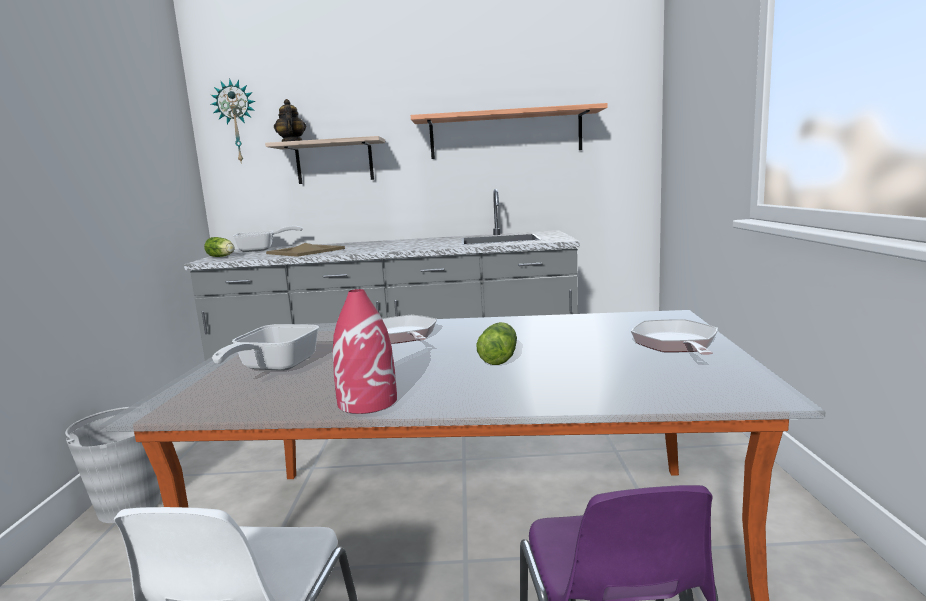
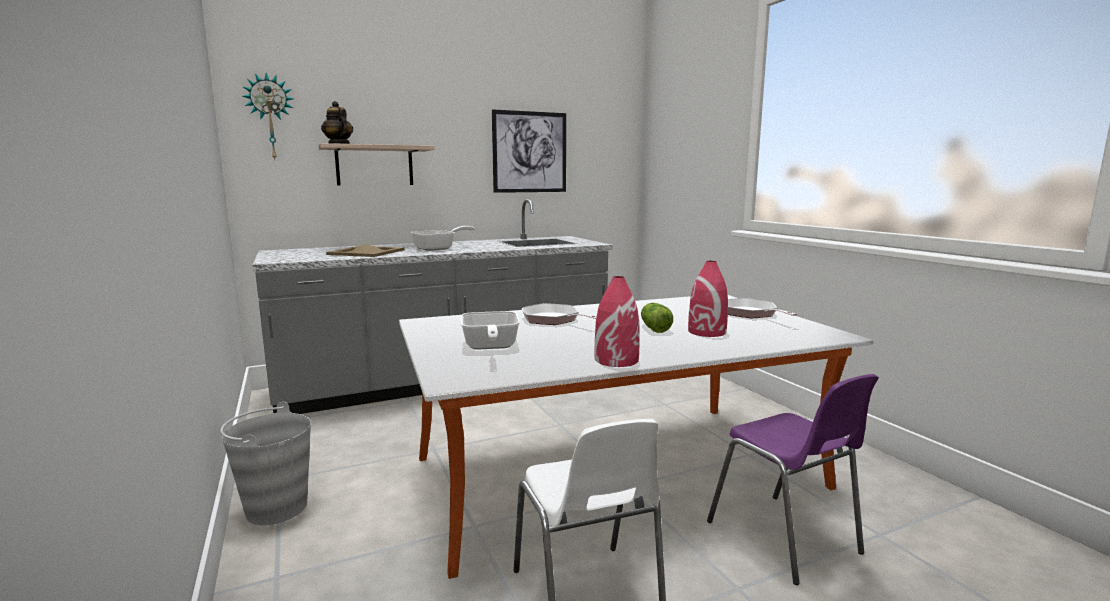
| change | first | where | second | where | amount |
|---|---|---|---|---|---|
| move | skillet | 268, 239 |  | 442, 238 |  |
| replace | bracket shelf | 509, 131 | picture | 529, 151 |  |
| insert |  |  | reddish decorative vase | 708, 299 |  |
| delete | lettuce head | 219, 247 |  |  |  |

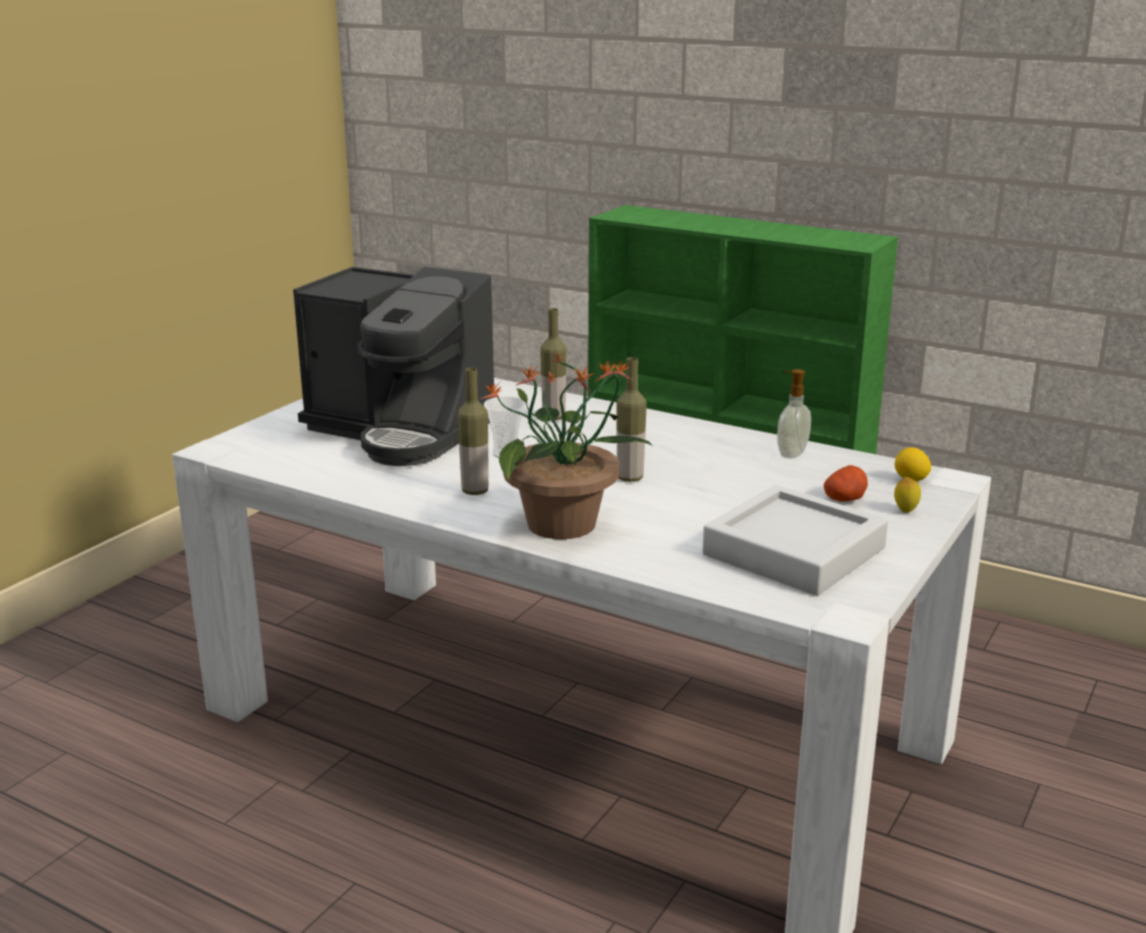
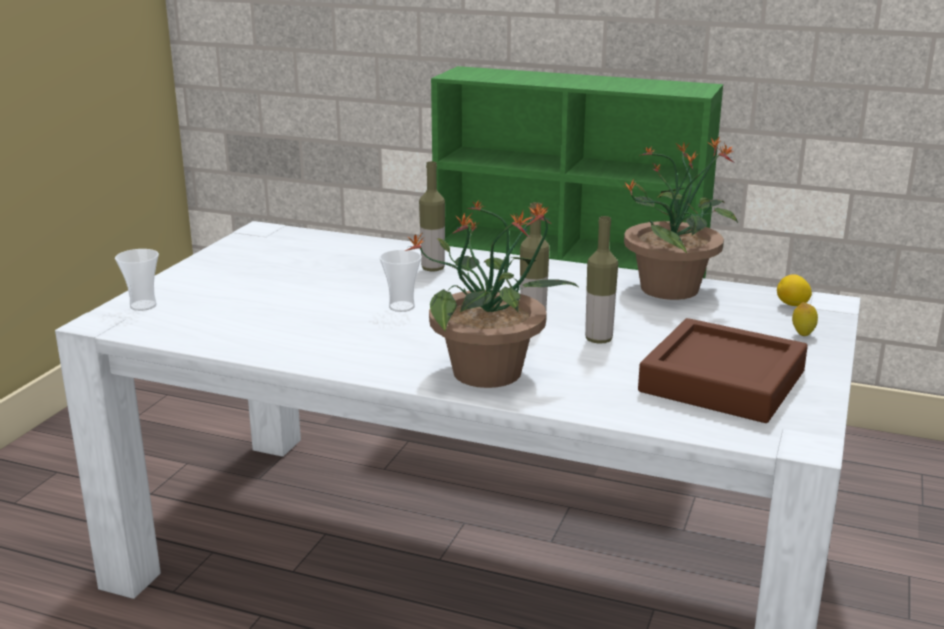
| change | first | where | second | where | amount |
|---|---|---|---|---|---|
| insert |  |  | cup | 137, 280 |  |
| move | drink bottle | 473, 431 |  | 601, 280 |  |
| replace | soap dispenser | 794, 414 | potted plant | 680, 218 |  |
| recolor | greyish carrying tray | 795, 540 | brown-coloured carrying tray | 723, 370 |  |
| delete | coffee brewer | 393, 366 |  |  |  |
| delete | spud | 846, 483 |  |  |  |

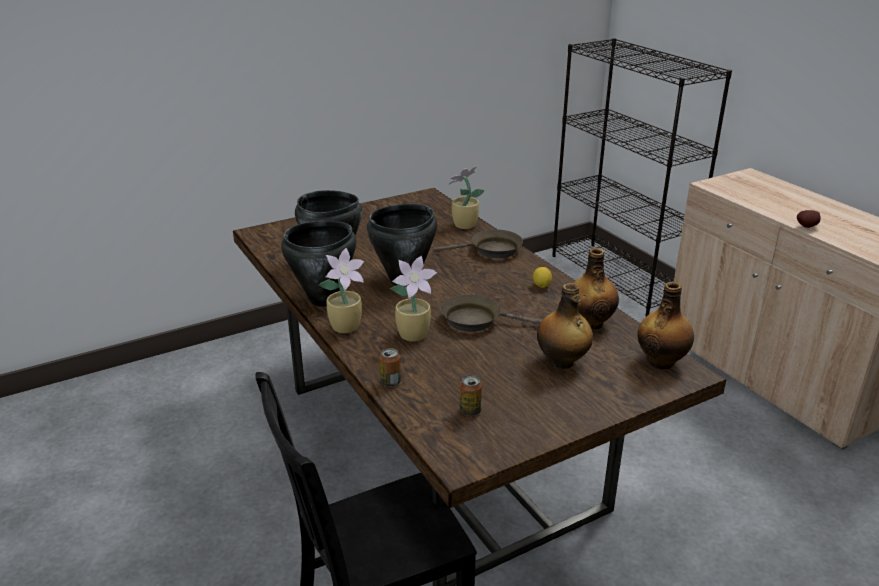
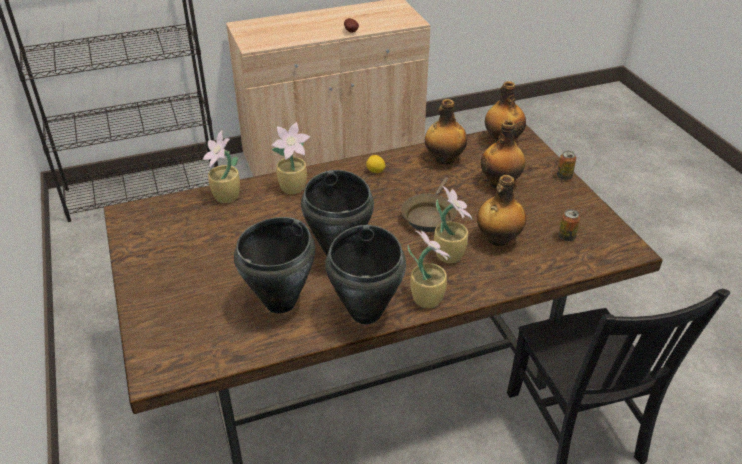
| change | first | where | second | where | amount |
|---|---|---|---|---|---|
| replace | brown-coloured skillet | 478, 243 | potted plant | 290, 158 |  |
| insert |  |  | drink bottle | 501, 210 |  |
| move | sealed can | 390, 367 |  | 566, 165 |  |

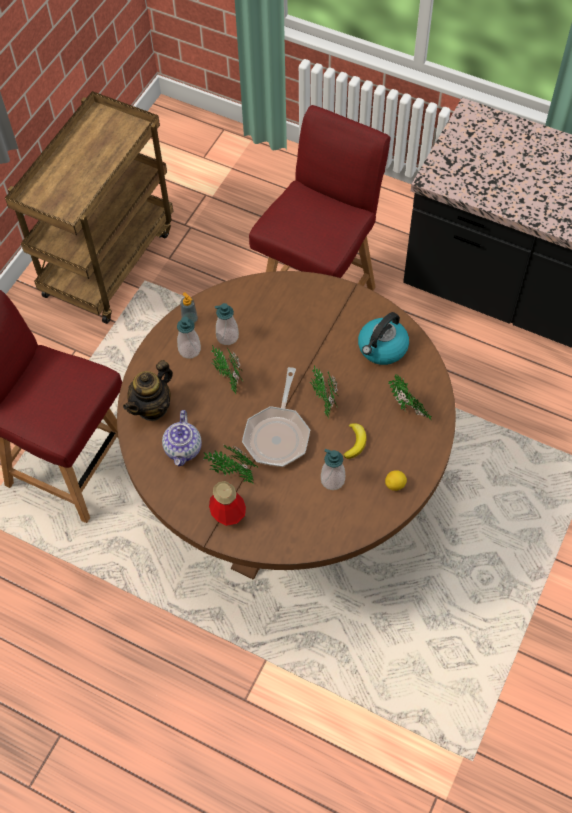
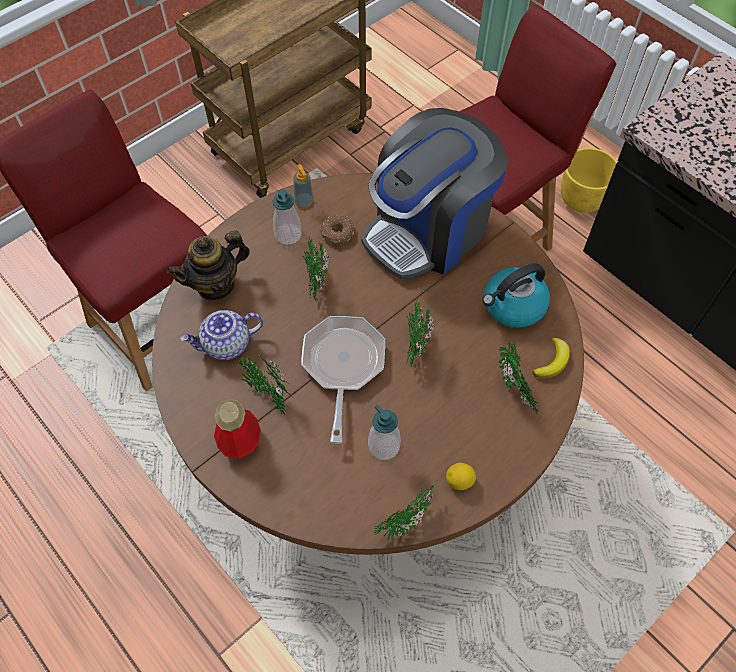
| change | first | where | second | where | amount |
|---|---|---|---|---|---|
| rotate | teapot | 182, 438 |  | 221, 335 | 45 degrees clockwise |
| rotate | skillet | 276, 417 |  | 343, 379 | 150 degrees clockwise |
| replace | soap dispenser | 227, 324 | ring doughnut | 337, 230 |  |
| insert |  |  | coffee brewer | 434, 193 |  |
| insert |  |  | potted plant | 405, 512 |  |
| move | whole banana | 355, 441 |  | 551, 358 |  |
| insert |  |  | yellow flower pot | 589, 180 |  |

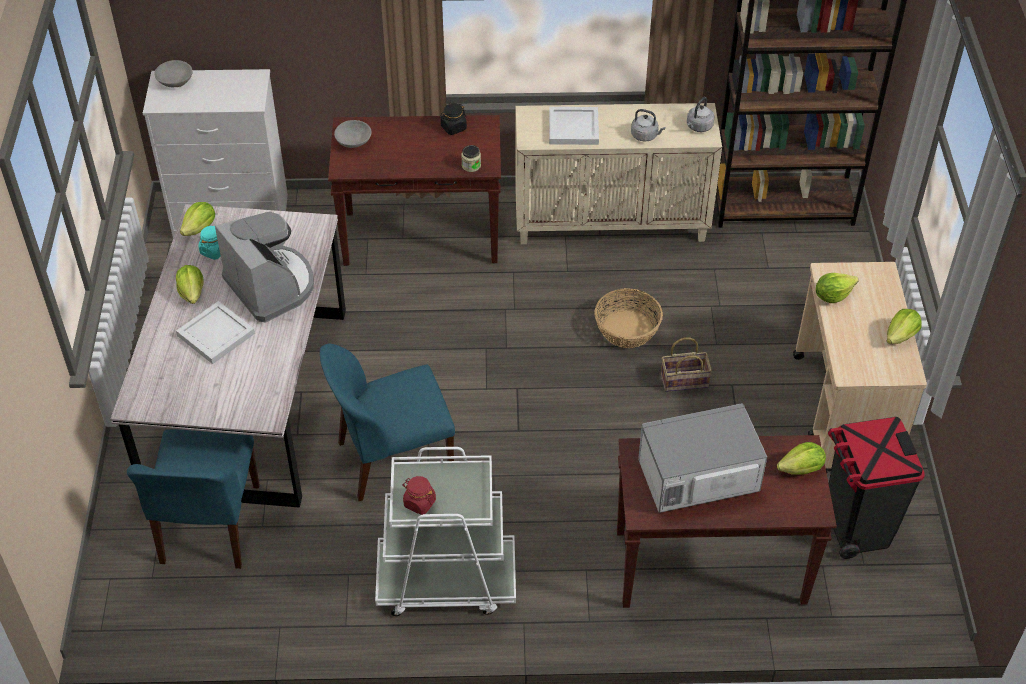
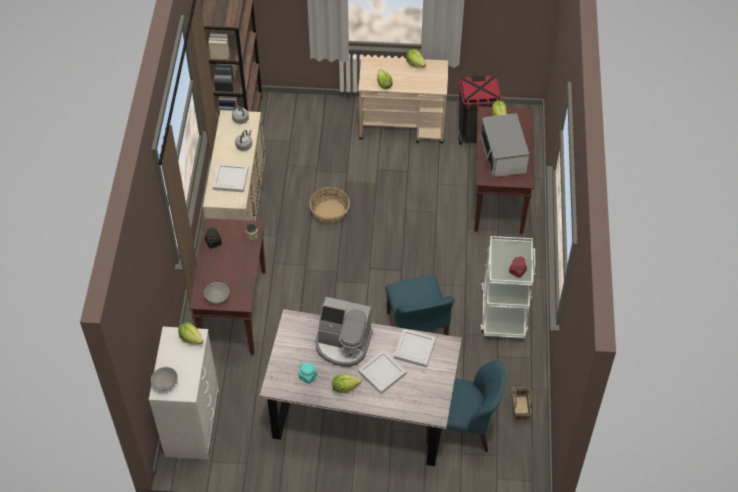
| change | first | where | second | where | amount |
|---|---|---|---|---|---|
| move | lettuce head | 197, 219 |  | 191, 333 |  |
| rotate | coffee brewer | 264, 267 |  | 344, 332 | 135 degrees counterclockwise |
| insert |  |  | whitish carrying tray | 415, 348 |  |
| move | storage basket | 686, 365 |  | 521, 404 |  |

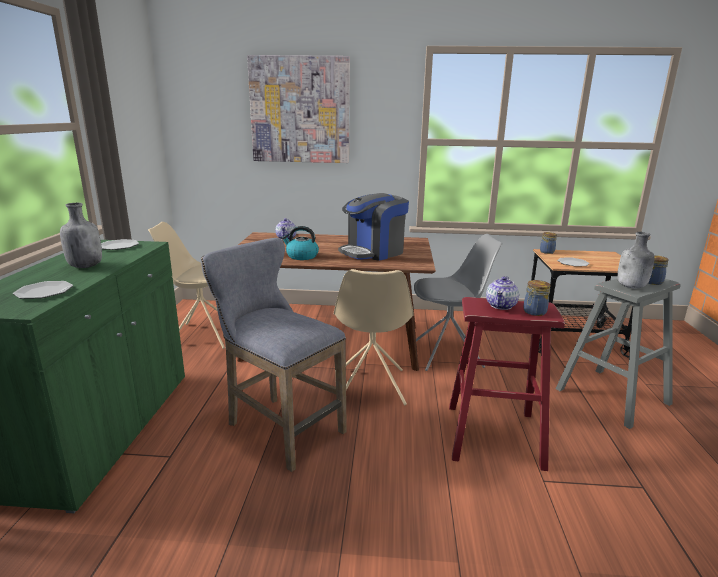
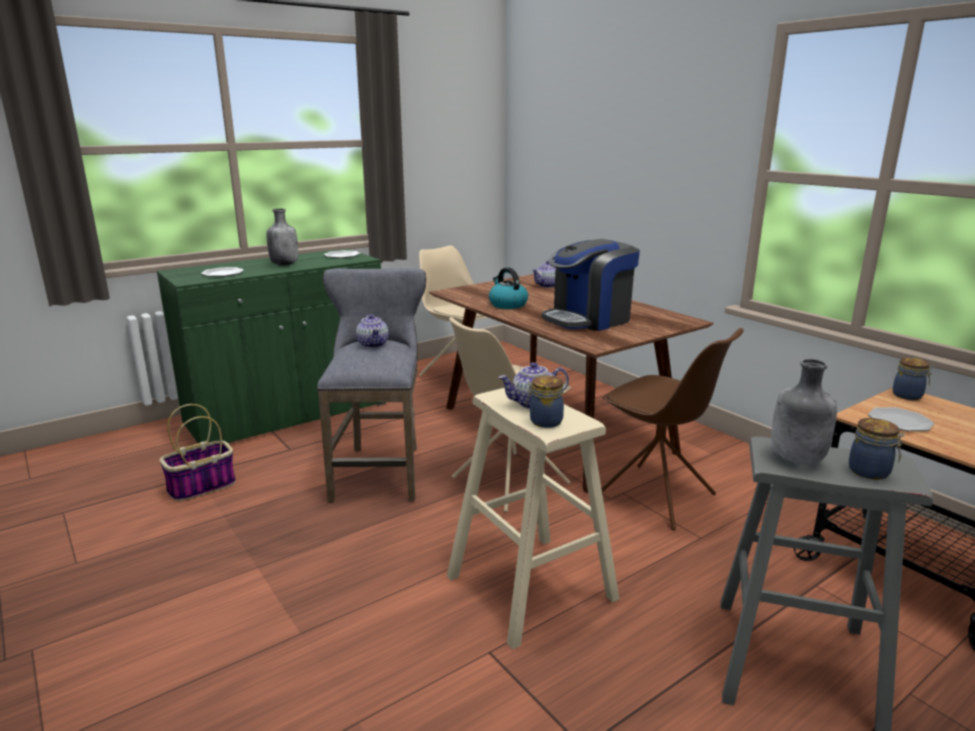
| change | first | where | second | where | amount |
|---|---|---|---|---|---|
| insert |  |  | storage basket | 197, 453 |  |
| insert |  |  | teapot | 372, 331 |  |
| recolor | reddish stool | 507, 384 | beige stool | 533, 519 |  |
| rotate | coffee brewer | 373, 227 |  | 591, 285 | 45 degrees counterclockwise |
| recolor | greyish upright chair | 458, 302 | brown-coloured upright chair | 672, 429 |  |
| delete | picture | 298, 109 |  |  |  |

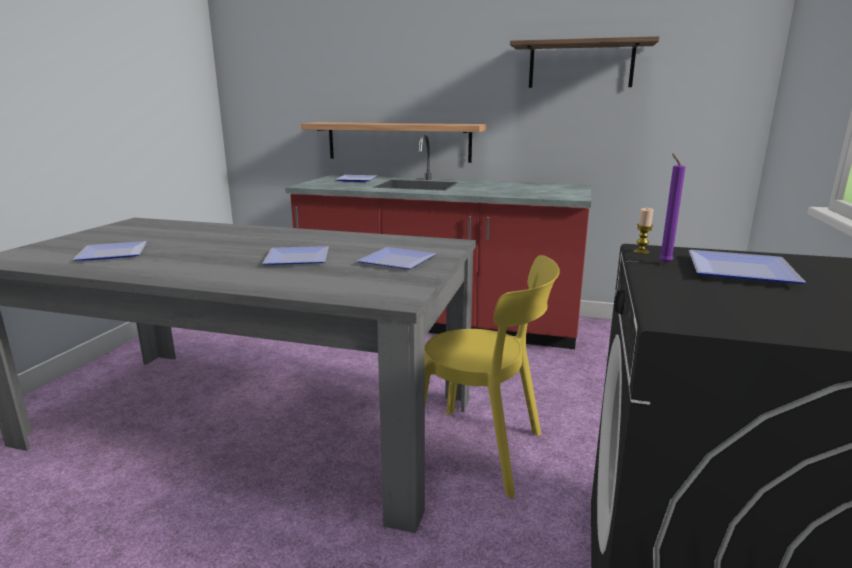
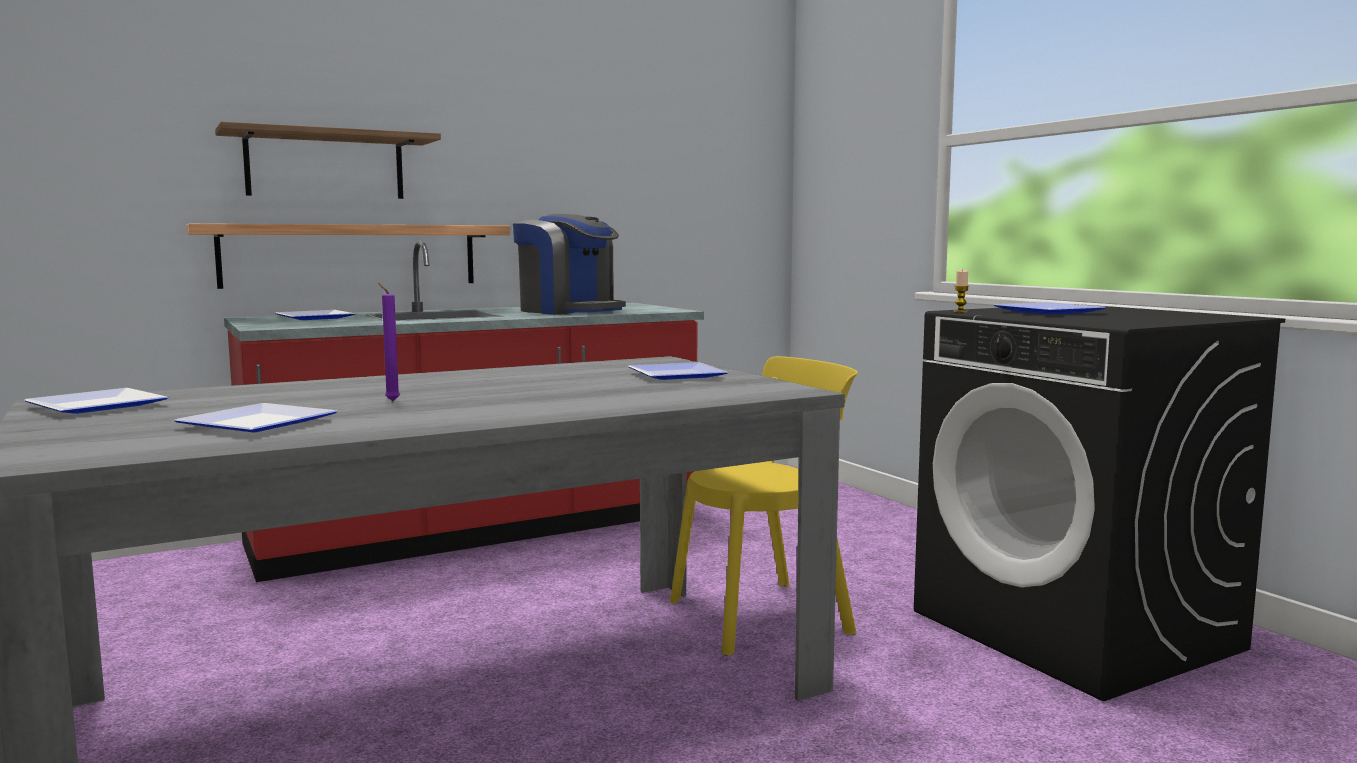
| change | first | where | second | where | amount |
|---|---|---|---|---|---|
| move | dinner plate | 295, 255 |  | 96, 401 |  |
| move | bracket shelf | 584, 62 |  | 328, 160 |  |
| move | purple wax candle | 672, 208 |  | 389, 342 |  |
| insert |  |  | coffee brewer | 569, 264 |  |

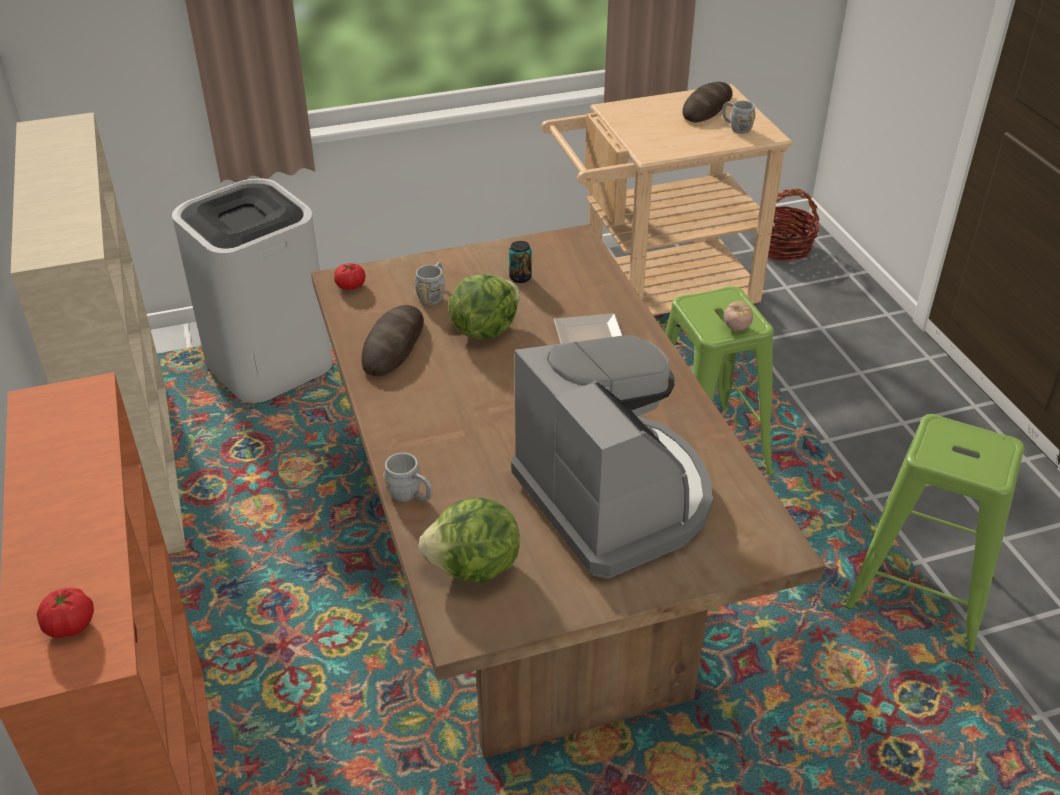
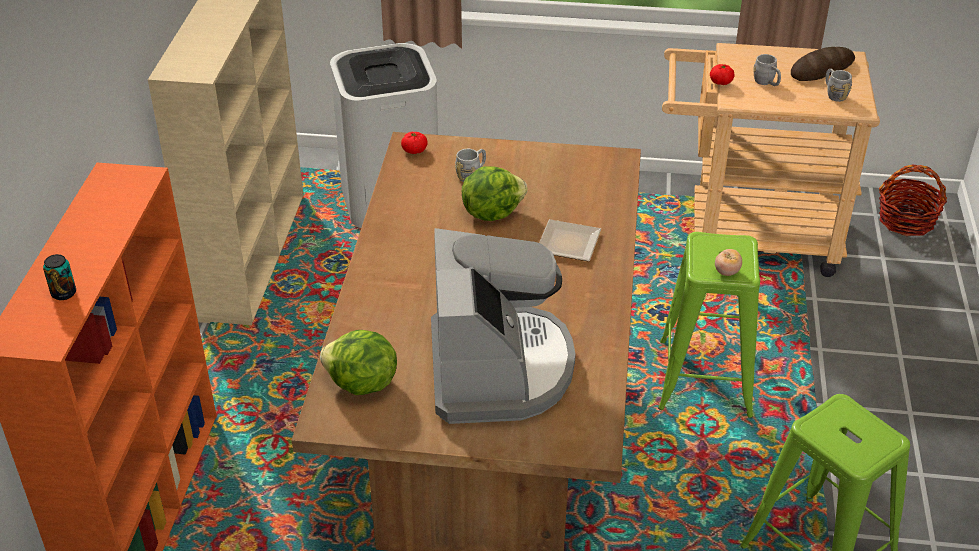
| change | first | where | second | where | amount |
|---|---|---|---|---|---|
| move | sealed can | 520, 262 |  | 59, 277 |  |
| move | fresh tomato | 65, 613 |  | 722, 74 |  |
| move | greyish tea mug | 408, 477 |  | 767, 70 |  |
| delete | bread | 392, 340 |  |  |  |

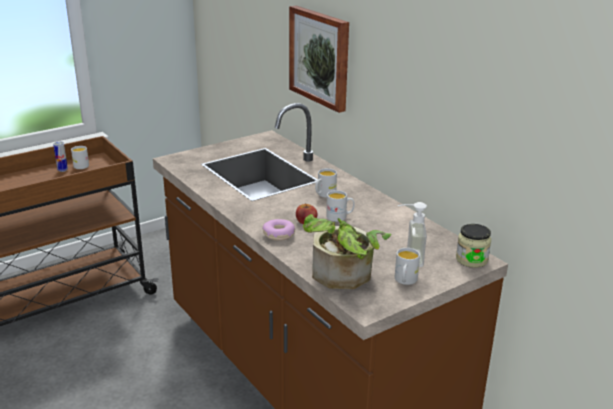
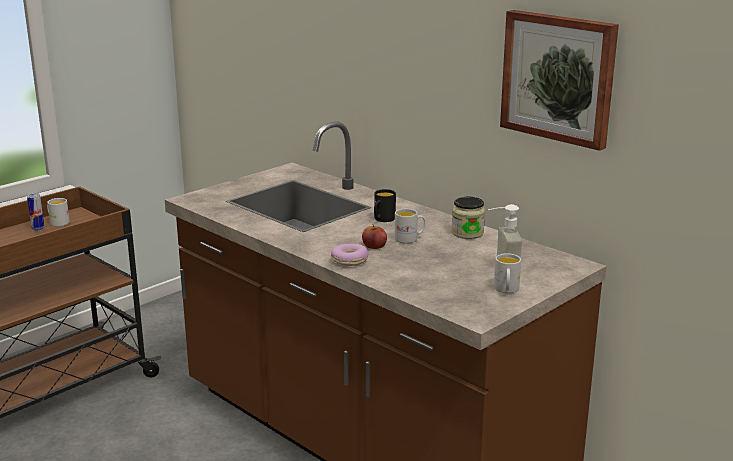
| change | first | where | second | where | amount |
|---|---|---|---|---|---|
| recolor | whitish tea mug | 326, 183 | black tea mug | 385, 205 |  |
| move | jar | 473, 246 |  | 468, 218 |  |
| move | picture | 319, 59 |  | 559, 80 |  |
| delete | potted plant | 347, 251 |  |  |  |

